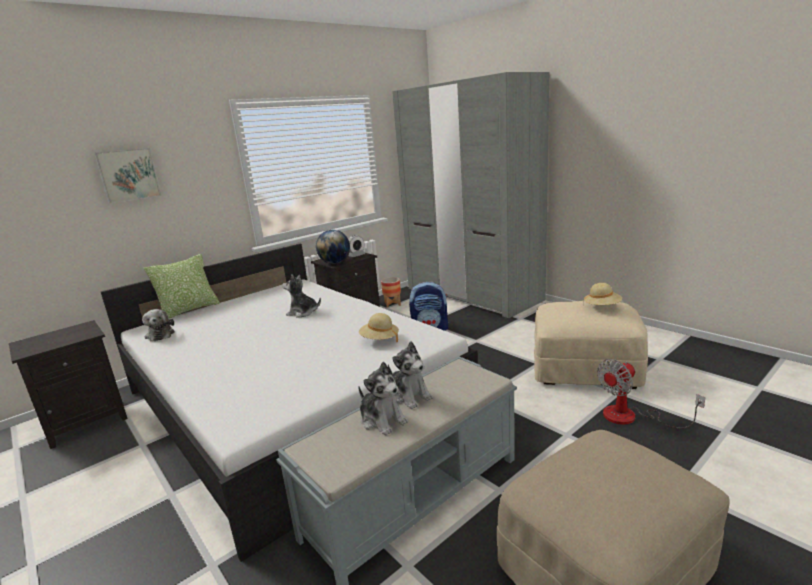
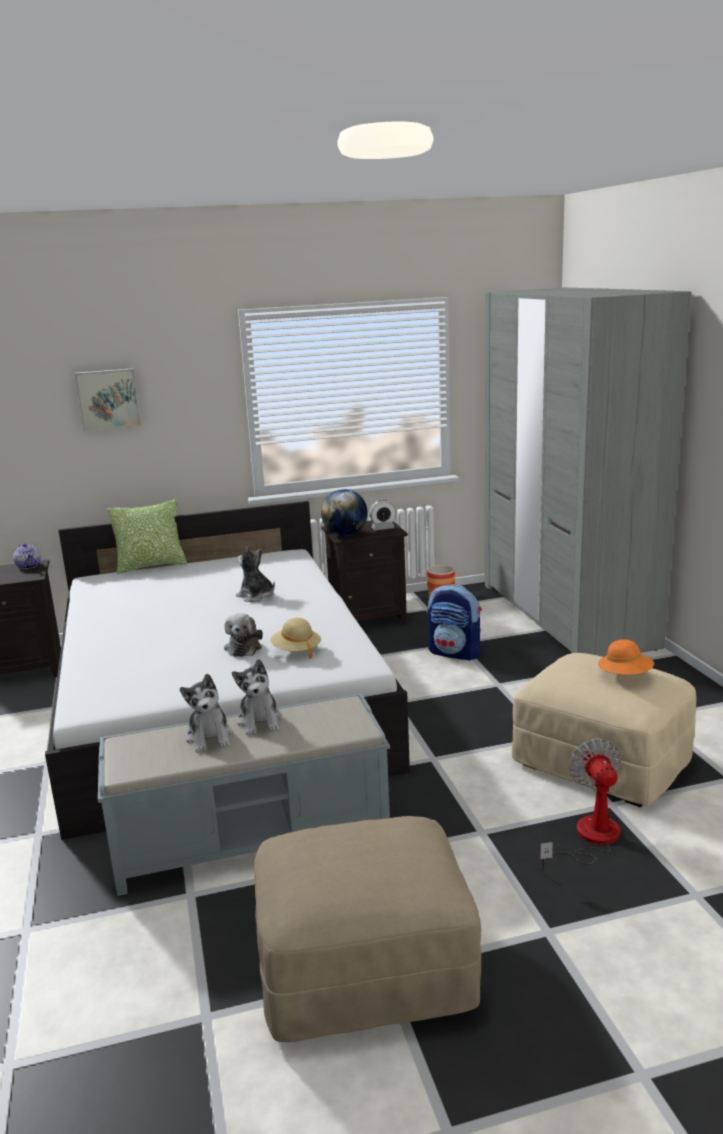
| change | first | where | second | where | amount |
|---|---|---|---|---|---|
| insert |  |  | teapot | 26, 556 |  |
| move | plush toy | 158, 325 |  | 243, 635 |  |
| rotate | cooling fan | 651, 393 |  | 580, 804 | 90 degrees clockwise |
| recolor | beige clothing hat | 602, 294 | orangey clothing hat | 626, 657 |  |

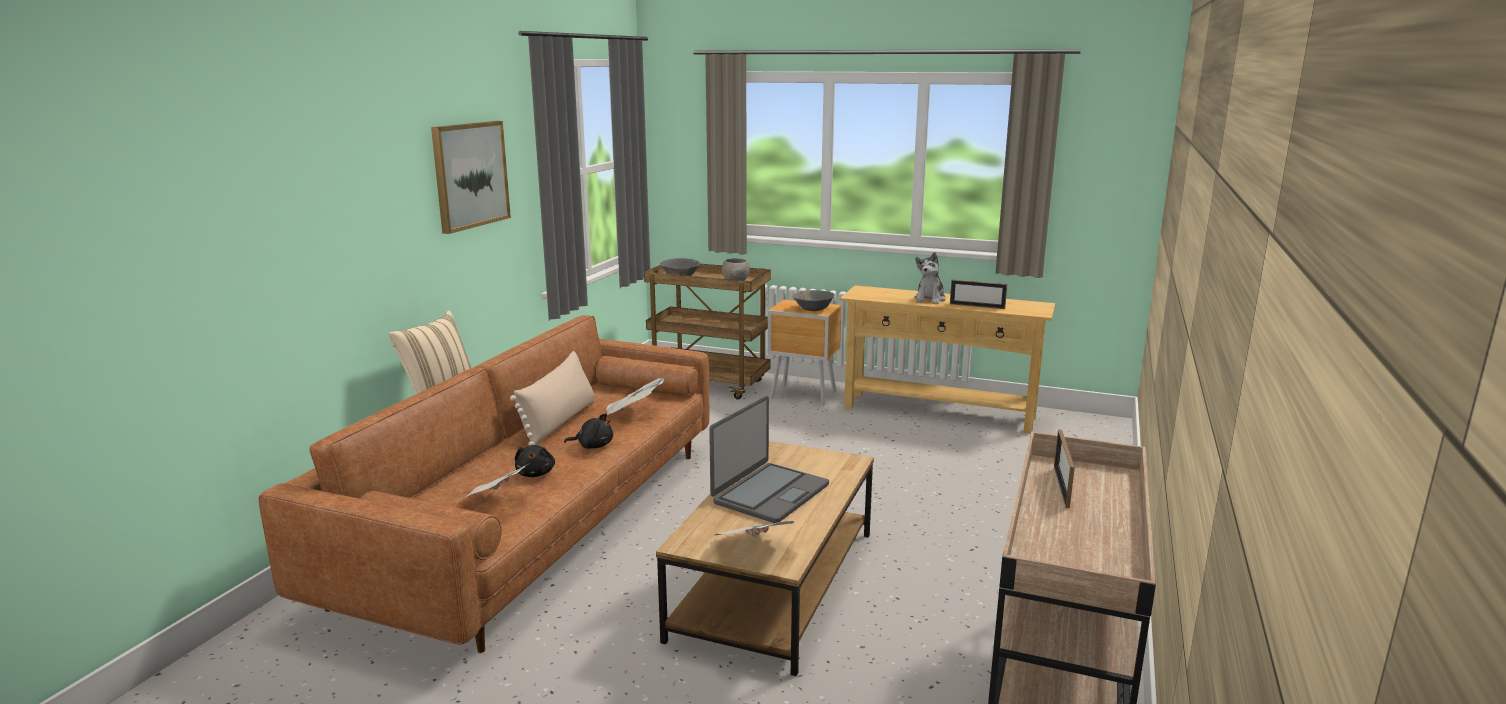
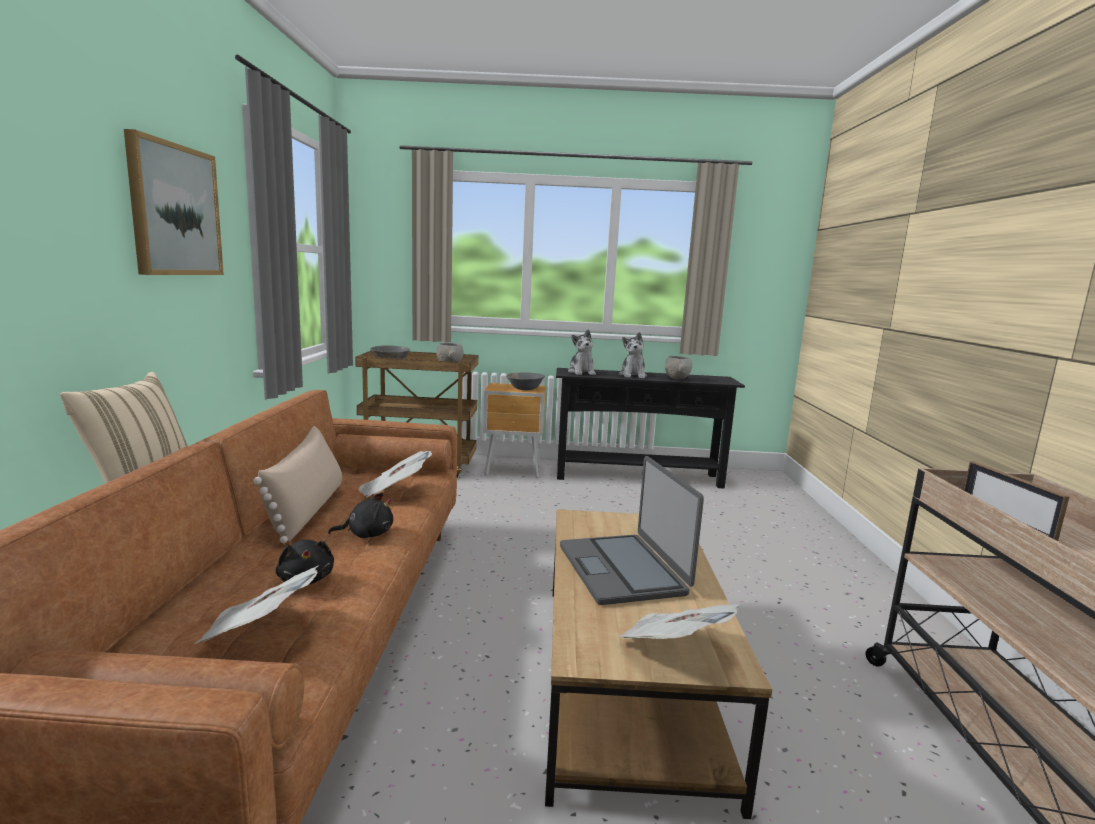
| change | first | where | second | where | amount |
|---|---|---|---|---|---|
| recolor | beige console table | 947, 359 | black console table | 650, 428 |  |
| rotate | laptop | 769, 459 |  | 632, 530 | 150 degrees clockwise |
| insert |  |  | plush toy | 582, 352 |  |
| replace | standing frame | 978, 294 | greyish deep dish | 678, 368 |  |

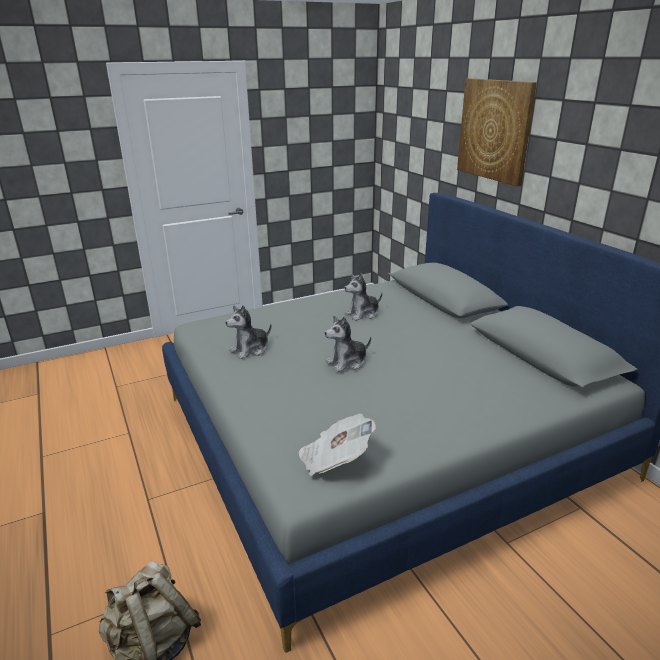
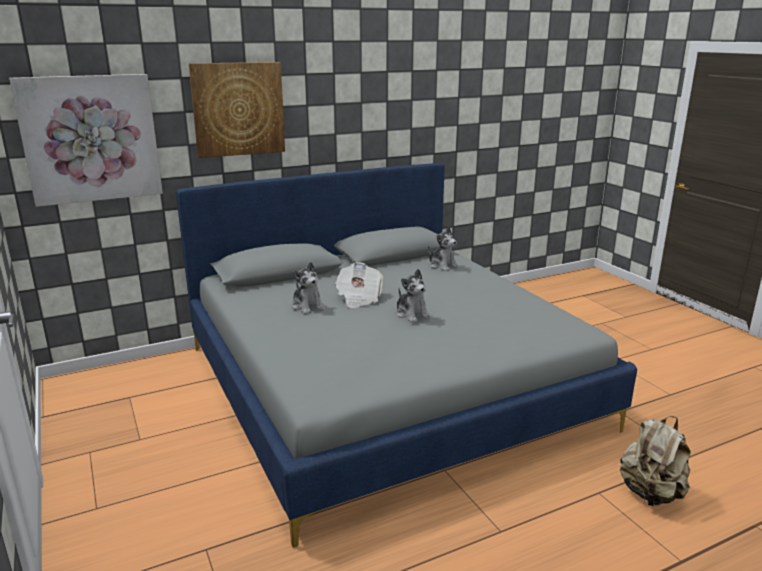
| change | first | where | second | where | amount |
|---|---|---|---|---|---|
| insert |  |  | picture | 86, 140 |  |
| move | newspaper | 337, 445 |  | 359, 285 |  |
| move | plush toy | 248, 332 |  | 443, 248 |  |

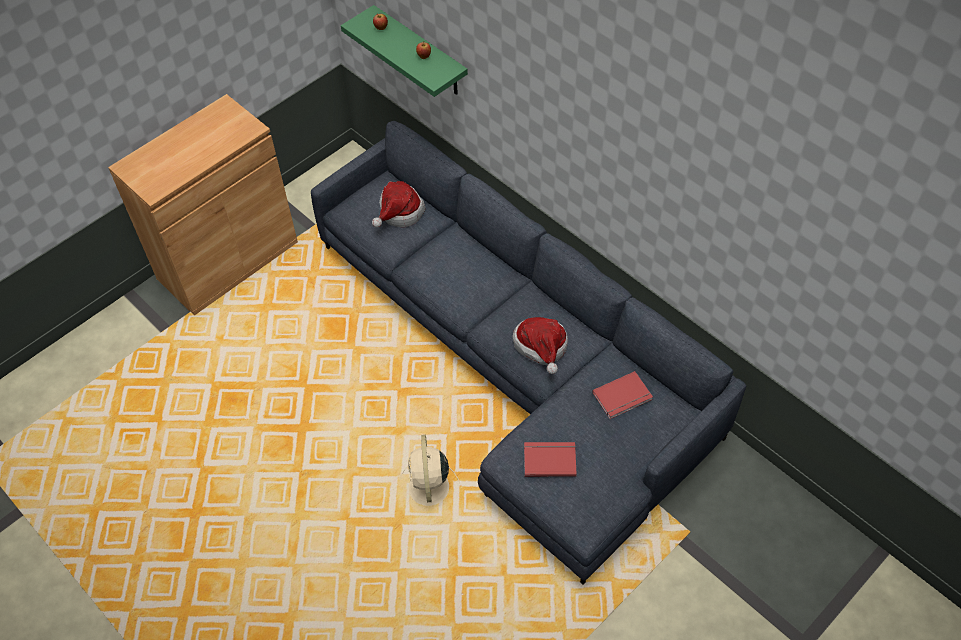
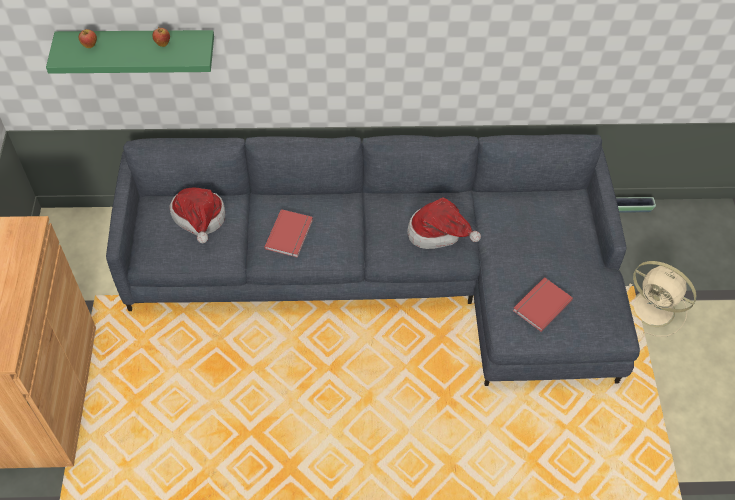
| change | first | where | second | where | amount |
|---|---|---|---|---|---|
| move | reddish book | 622, 395 |  | 288, 233 |  |
| insert |  |  | flower pot | 636, 205 |  |
| move | beige cooling fan | 430, 470 |  | 661, 298 |  |

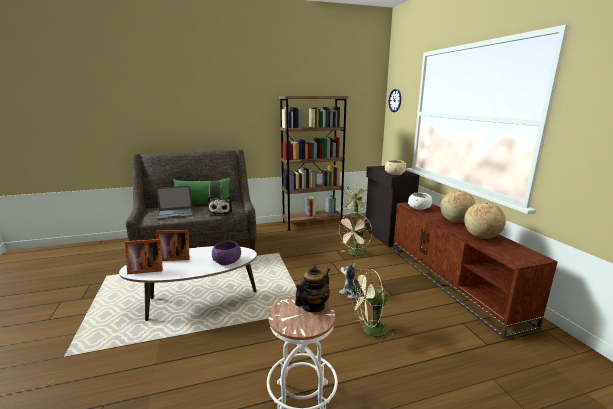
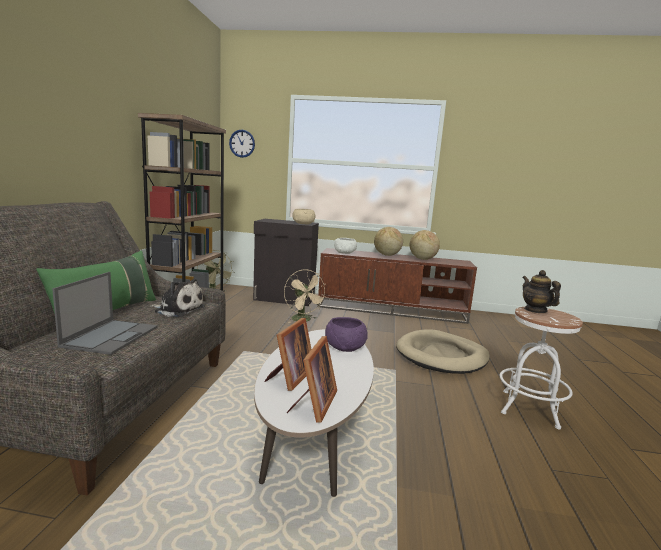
| change | first | where | second | where | amount |
|---|---|---|---|---|---|
| replace | green cooling fan | 373, 306 | beige pet bed | 443, 351 |  |
| delete | plush toy | 354, 281 |  |  |  |

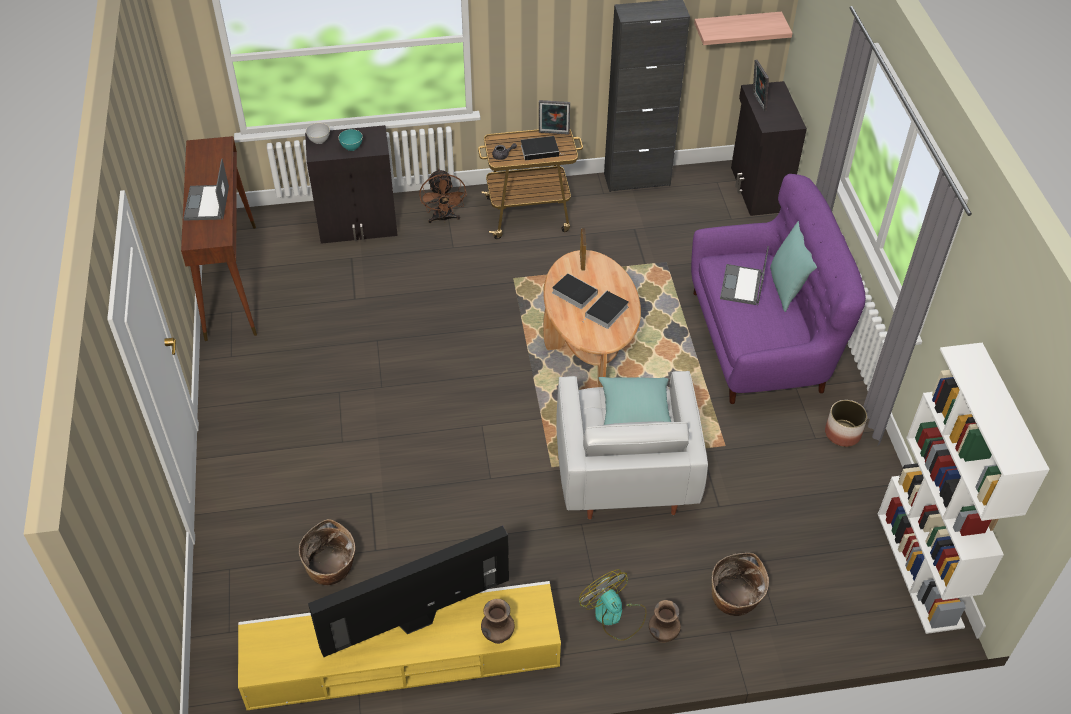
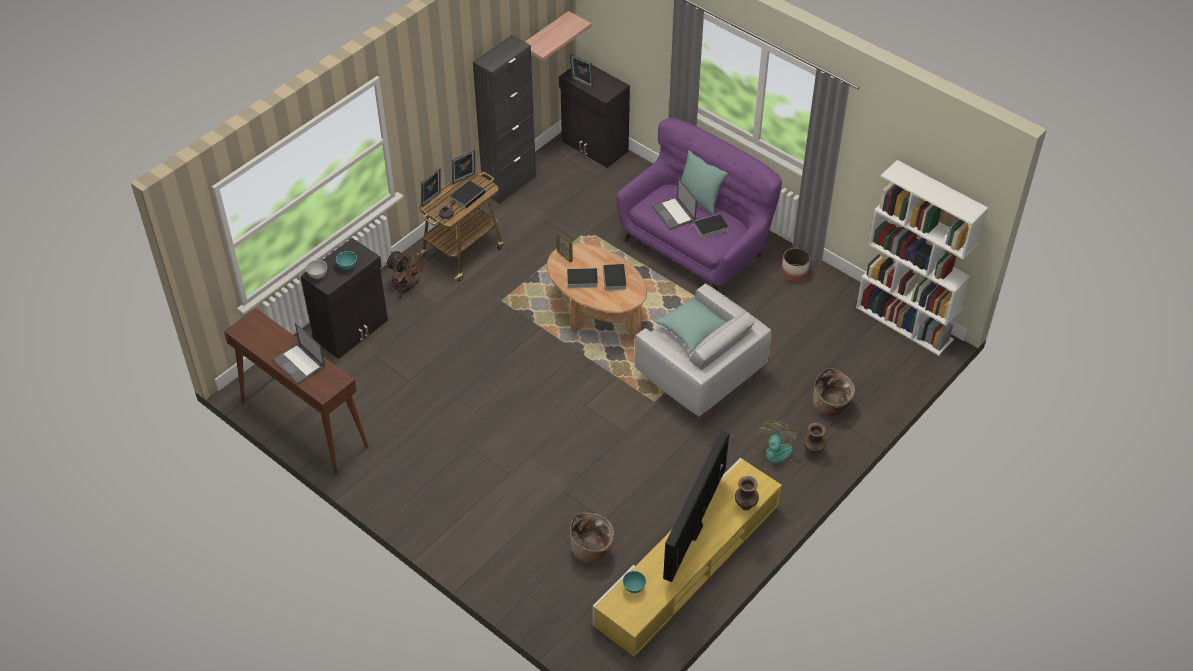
| change | first | where | second | where | amount |
|---|---|---|---|---|---|
| insert |  |  | standing frame | 431, 187 |  |
| insert |  |  | turquoise-coloured deep dish | 634, 582 |  |
| insert |  |  | book | 708, 226 |  |
| rotate | cooling fan | 613, 605 |  | 778, 448 | 90 degrees clockwise |

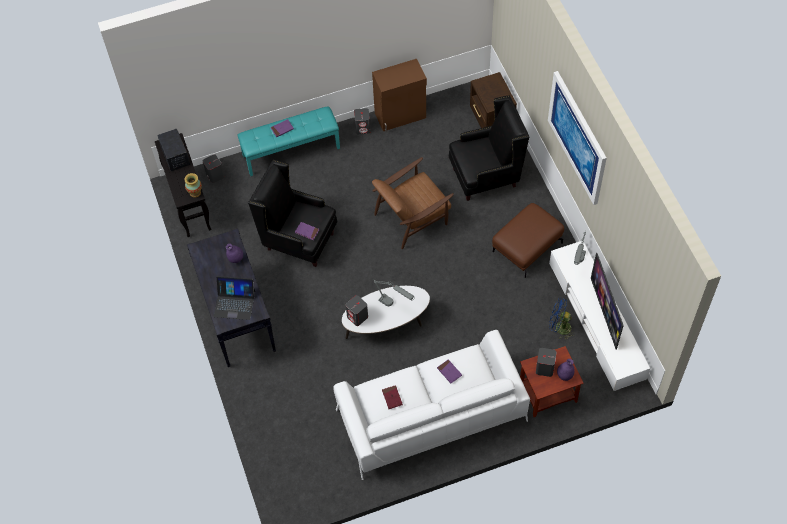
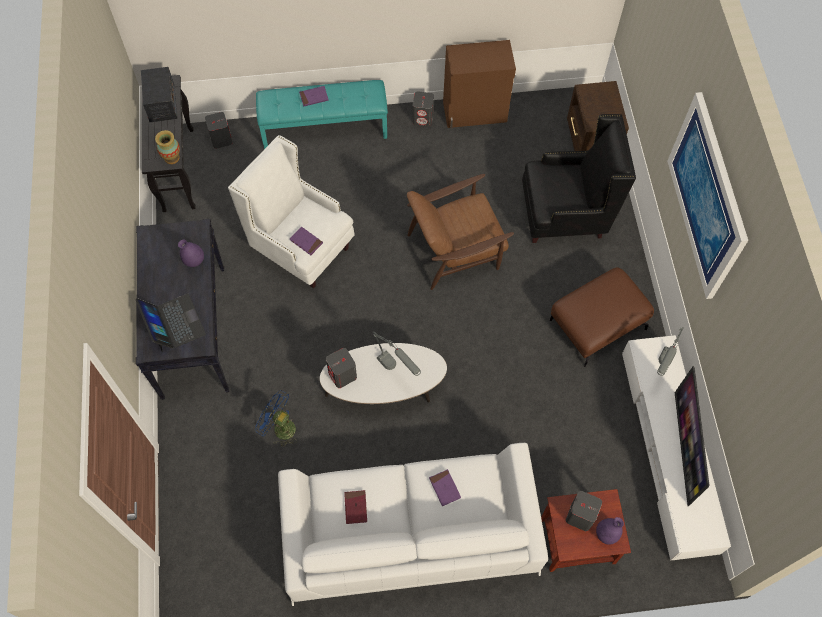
| change | first | where | second | where | amount |
|---|---|---|---|---|---|
| rotate | laptop | 234, 298 |  | 170, 323 | 135 degrees counterclockwise |
| recolor | black lounge chair | 292, 213 | whitish lounge chair | 291, 212 |  |
| move | blue-coloured cooling fan | 561, 319 |  | 275, 418 |  |

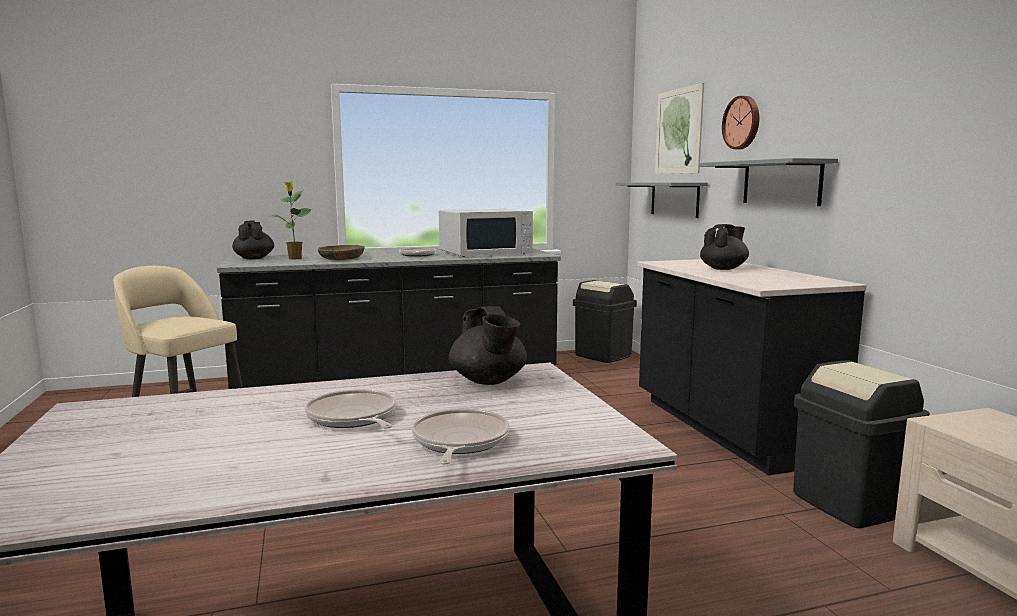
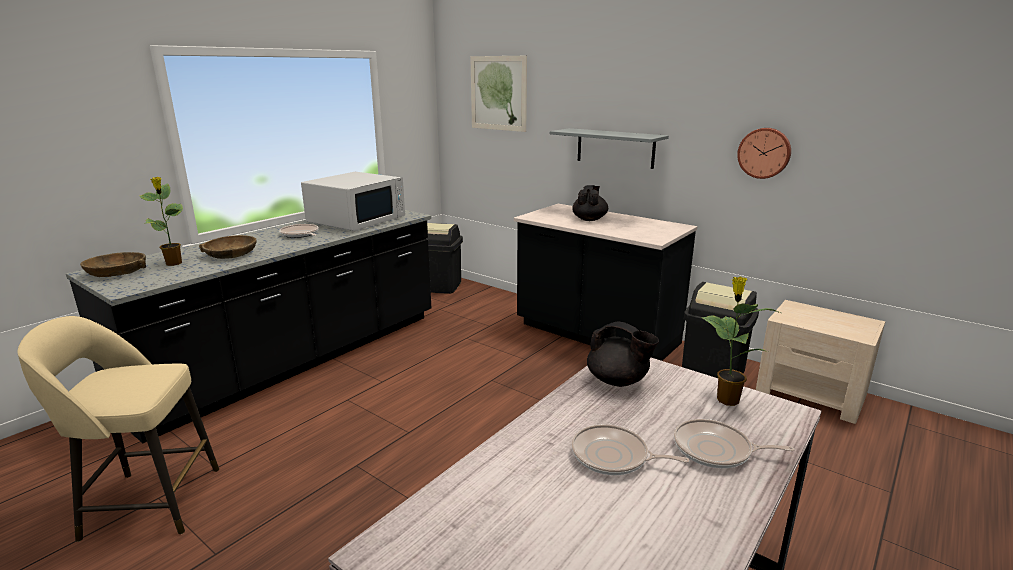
| change | first | where | second | where | amount |
|---|---|---|---|---|---|
| replace | black teapot | 253, 239 | brown-coloured deep dish | 113, 264 |  |
| rotate | skillet | 460, 437 |  | 734, 443 | 45 degrees counterclockwise |
| insert |  |  | potted plant | 741, 341 |  |
| move | clock on the wall | 740, 122 |  | 764, 153 |  |
| delete | greyish bracket shelf | 662, 200 |  |  |  |

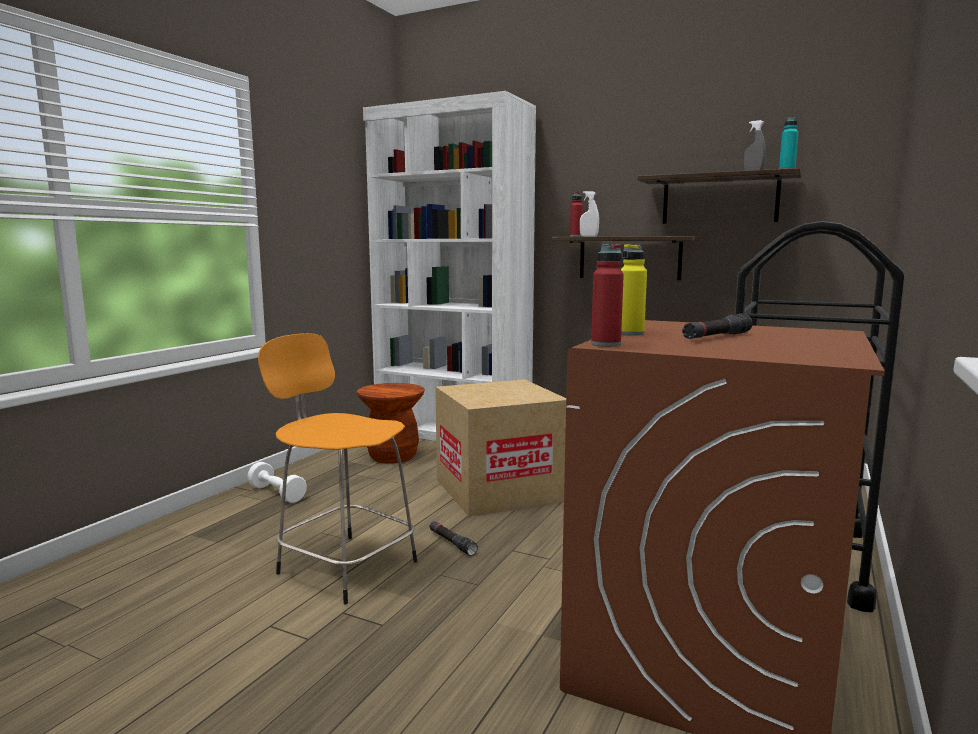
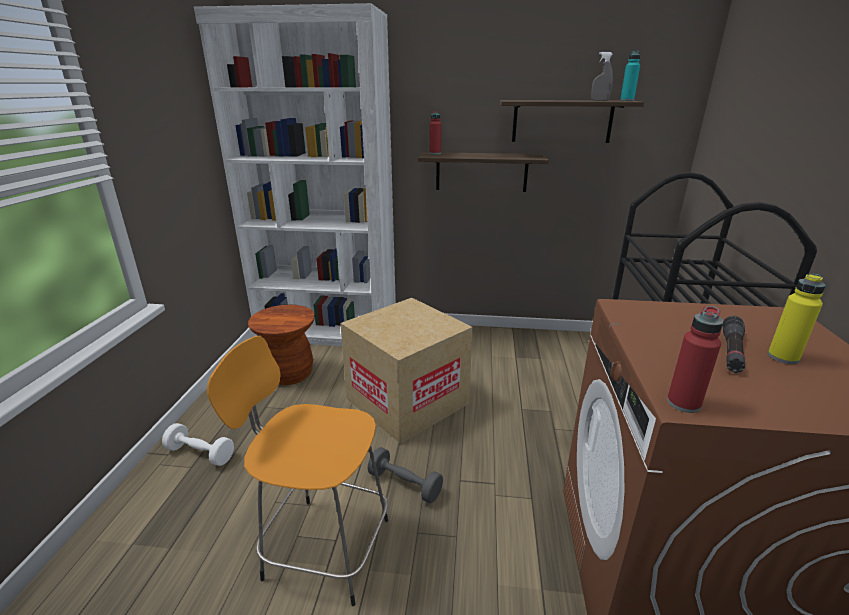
| change | first | where | second | where | amount |
|---|---|---|---|---|---|
| replace | black hand torch | 453, 538 | greyish free weight | 405, 475 |  |
| move | yellow drink bottle | 634, 290 |  | 797, 318 |  |
| delete | whitish hand sprayer | 589, 213 |  |  |  |

